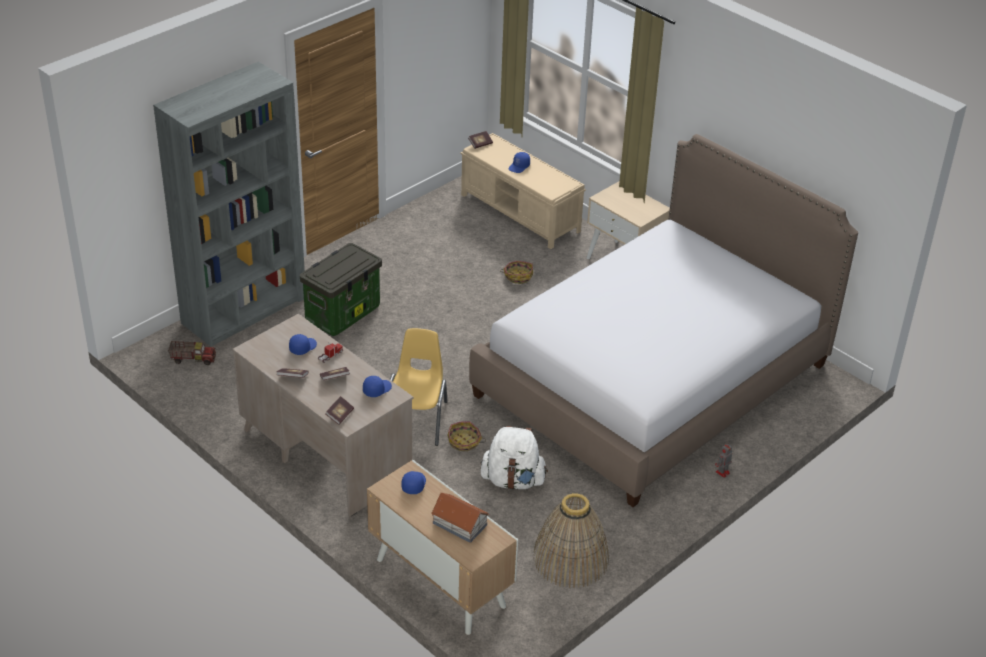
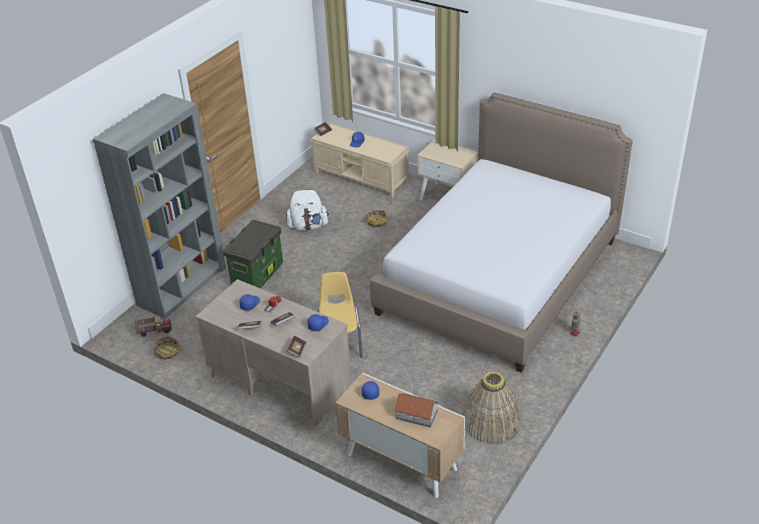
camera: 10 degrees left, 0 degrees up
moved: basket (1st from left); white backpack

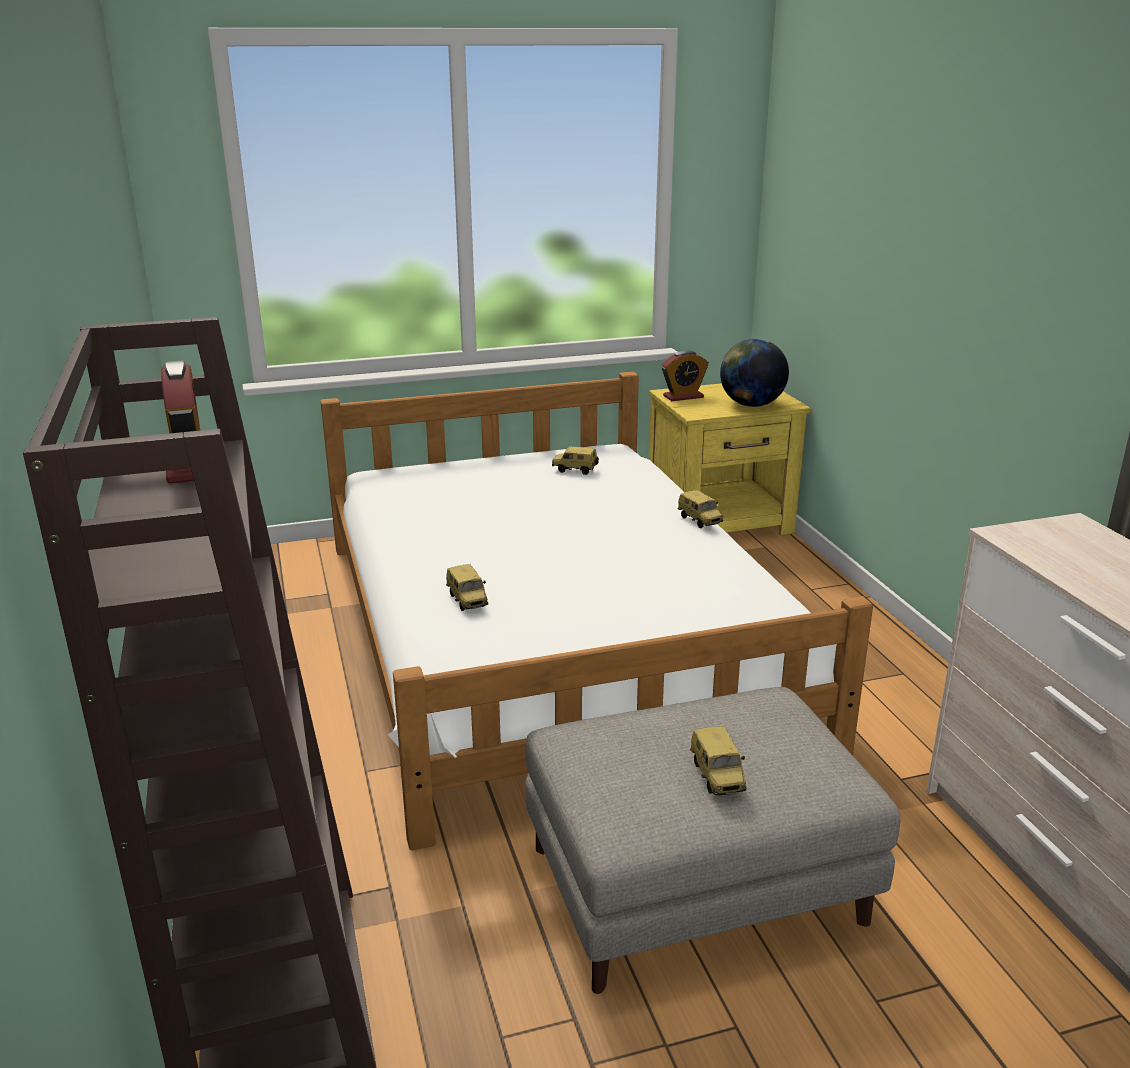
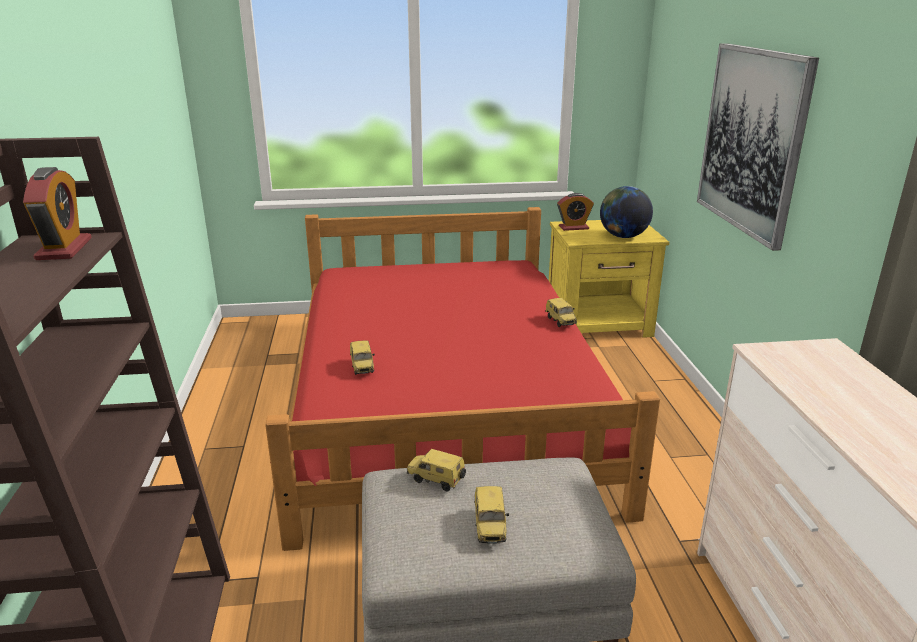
camera: 10 degrees right, 0 degrees up
added: picture
moved: toy car (2nd from left)
recoloured: white bed to red bed

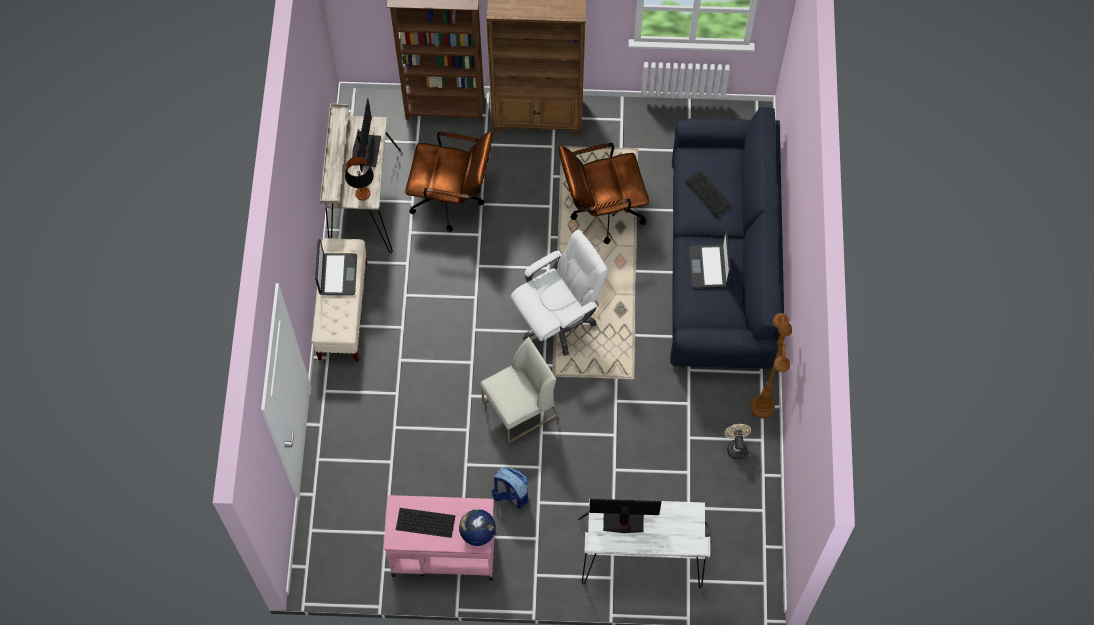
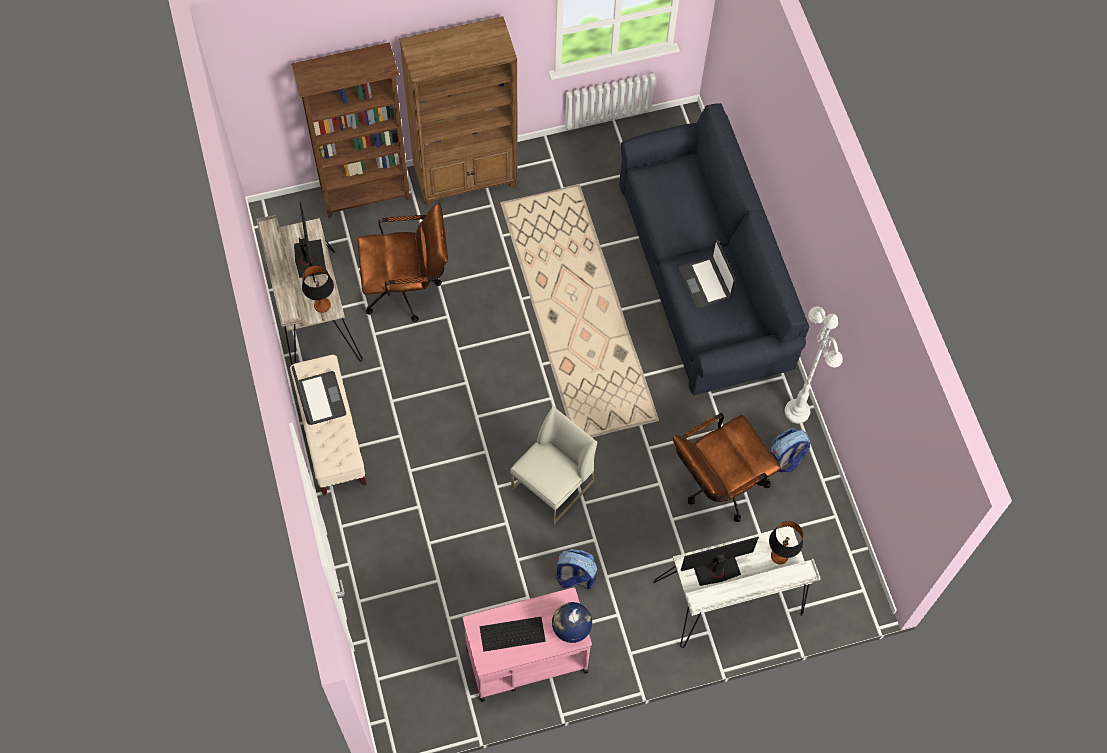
camera: 20 degrees left, 0 degrees up
removed: white office chair; keyboard (2nd from left)
added: table lamp (2nd from left)
moved: brown office chair (2nd from left)
replaced: beige fan to backpack (2nd from left)
recoloured: brown floor lamp to white floor lamp

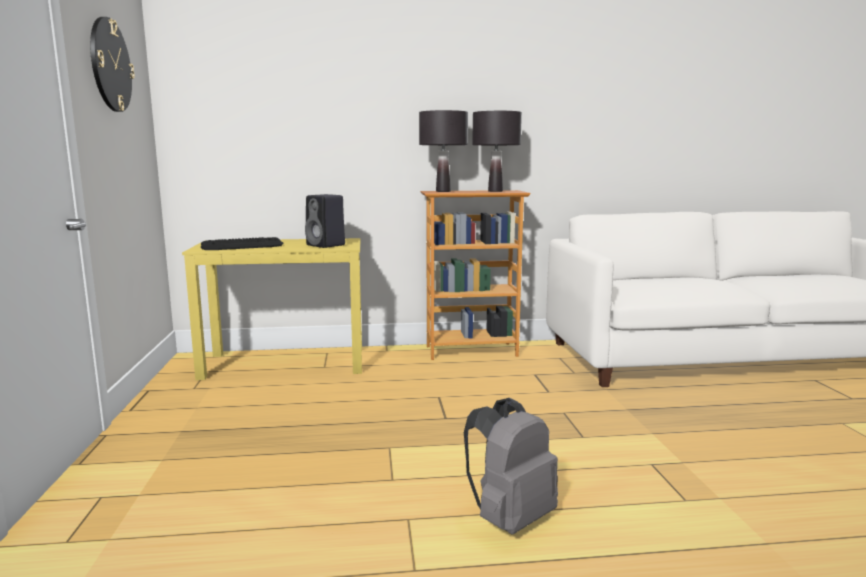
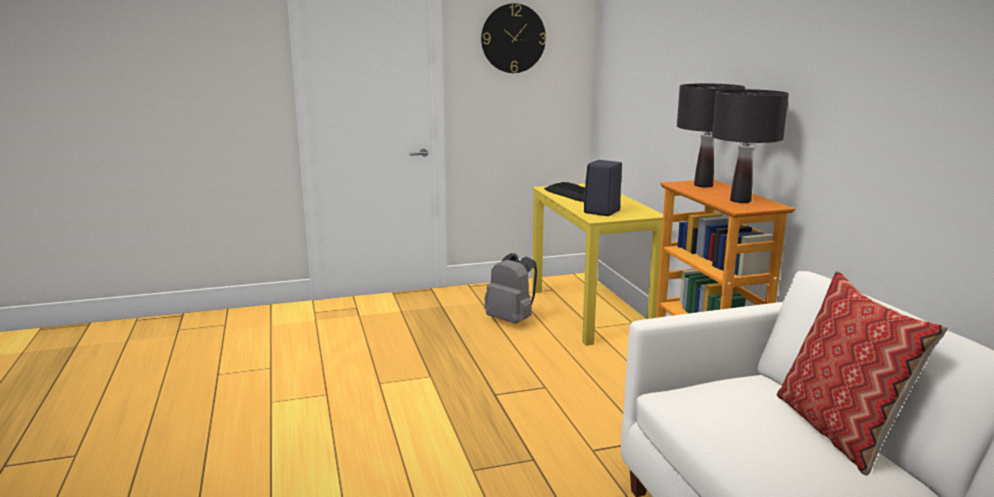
camera: 80 degrees right, 5 degrees up
added: pillow
moved: grey backpack

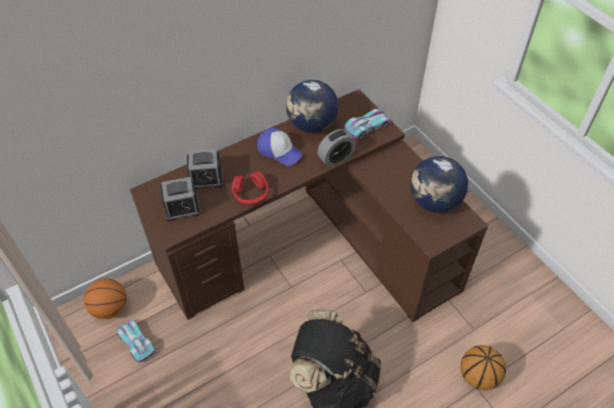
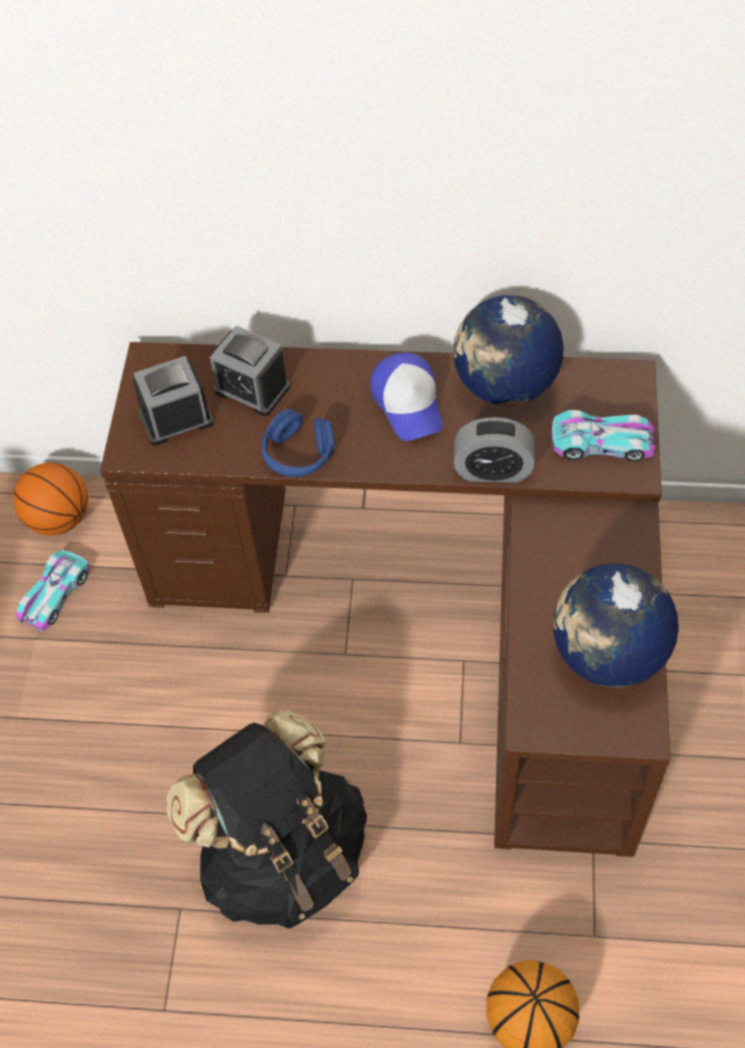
camera: 40 degrees right, 5 degrees up
recoloured: red headphones to blue headphones
turned: toy car (1st from left) 150 degrees counterclockwise; alarm clock (1st from left) 135 degrees clockwise

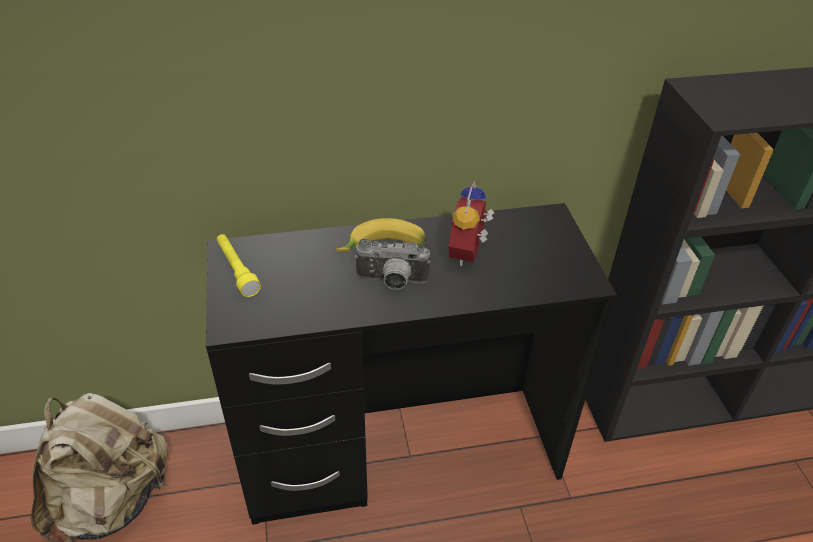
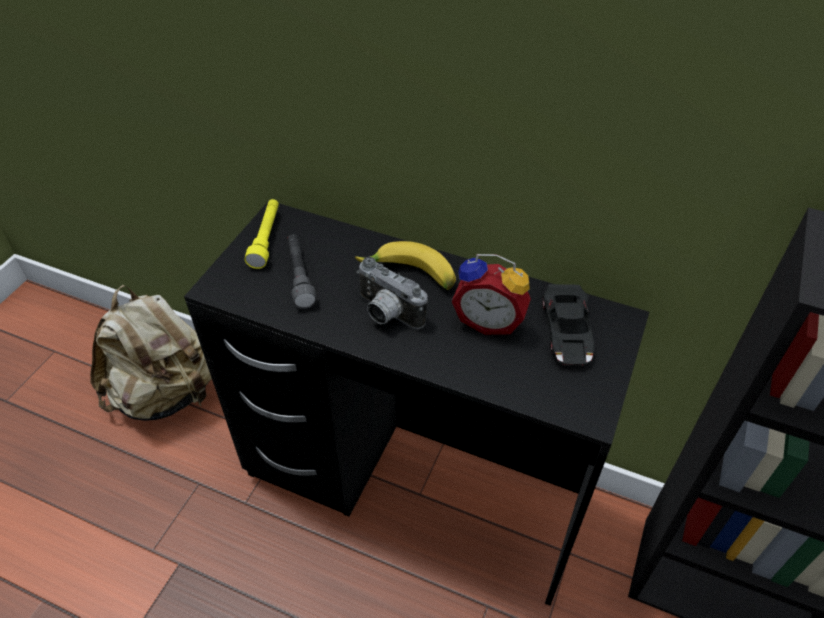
camera: 35 degrees right, 5 degrees up
added: grey flashlight; black toy car
turned: alarm clock 120 degrees counterclockwise

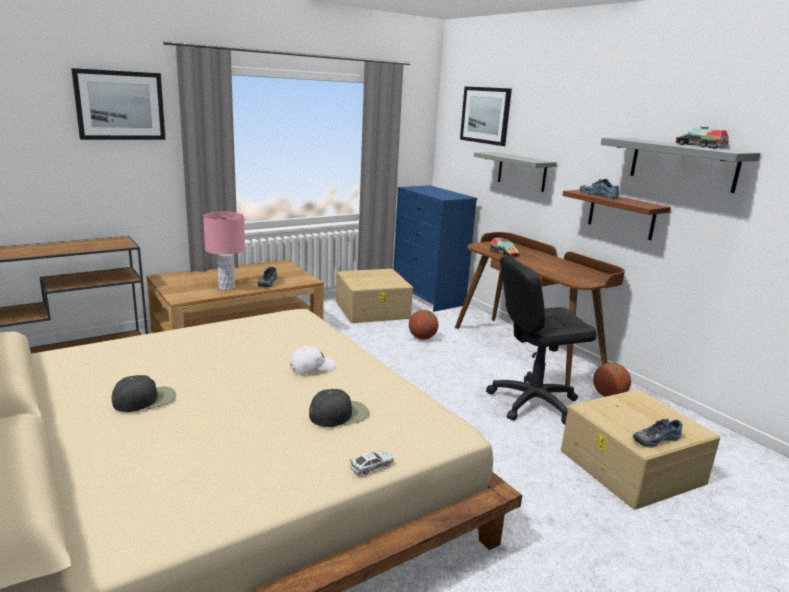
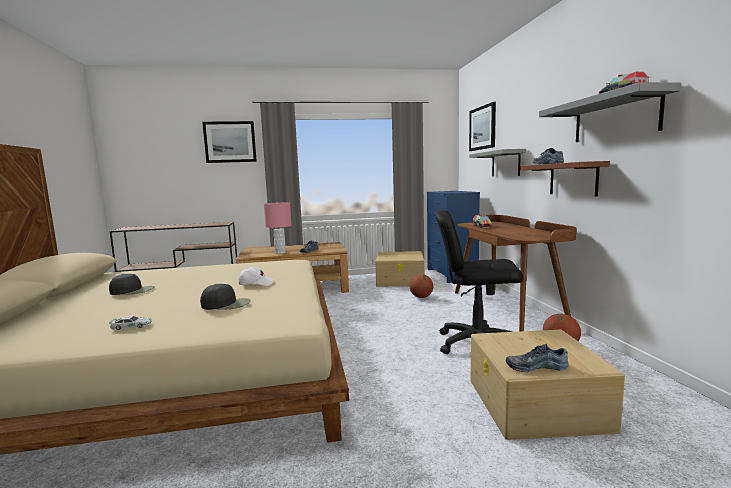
camera: 25 degrees right, 10 degrees down
moved: toy car

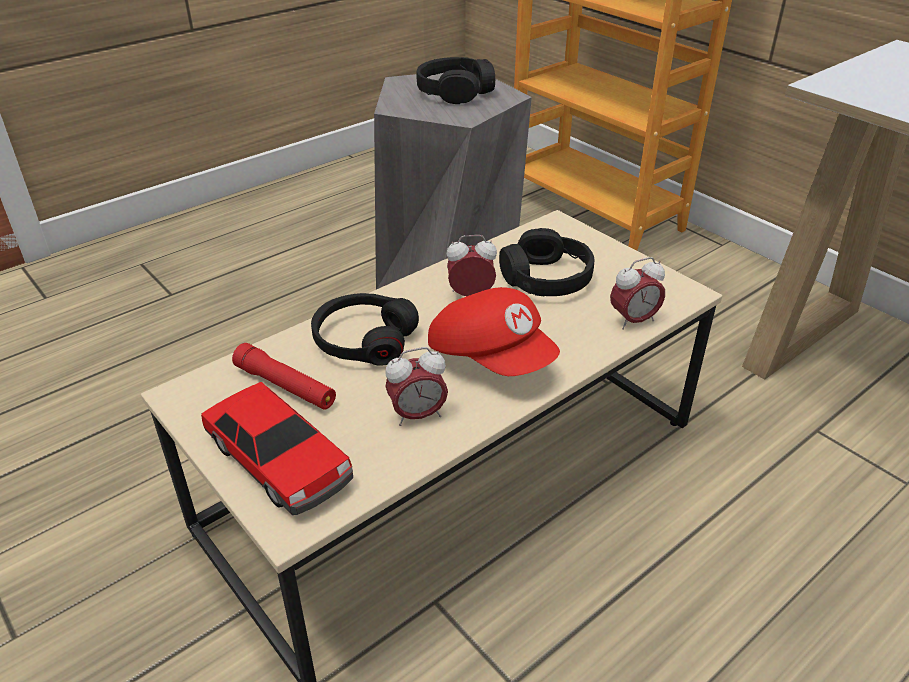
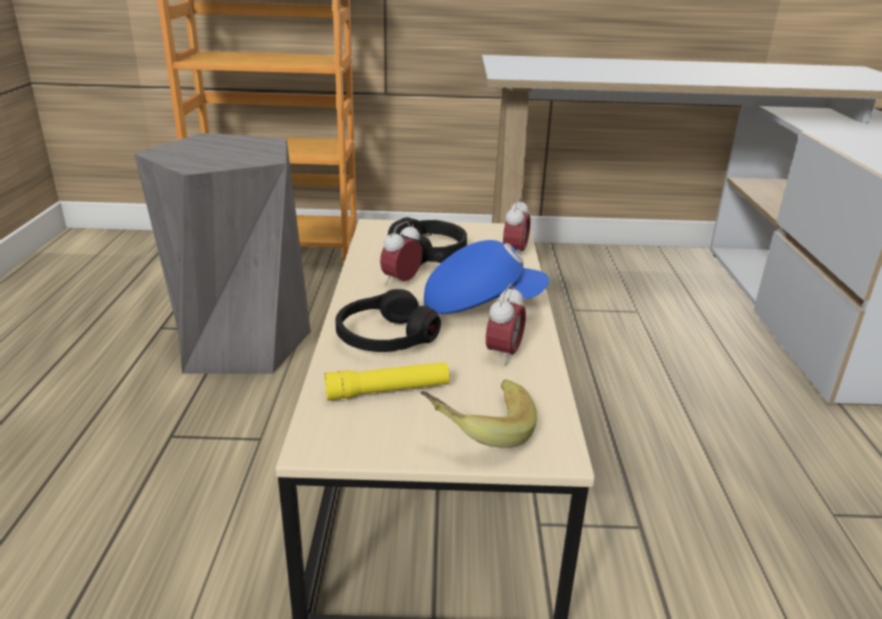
camera: 50 degrees left, 10 degrees down
removed: black headphones (2nd from left)
replaced: toy car to banana
recoloured: red flashlight to yellow flashlight; red cap to blue cap

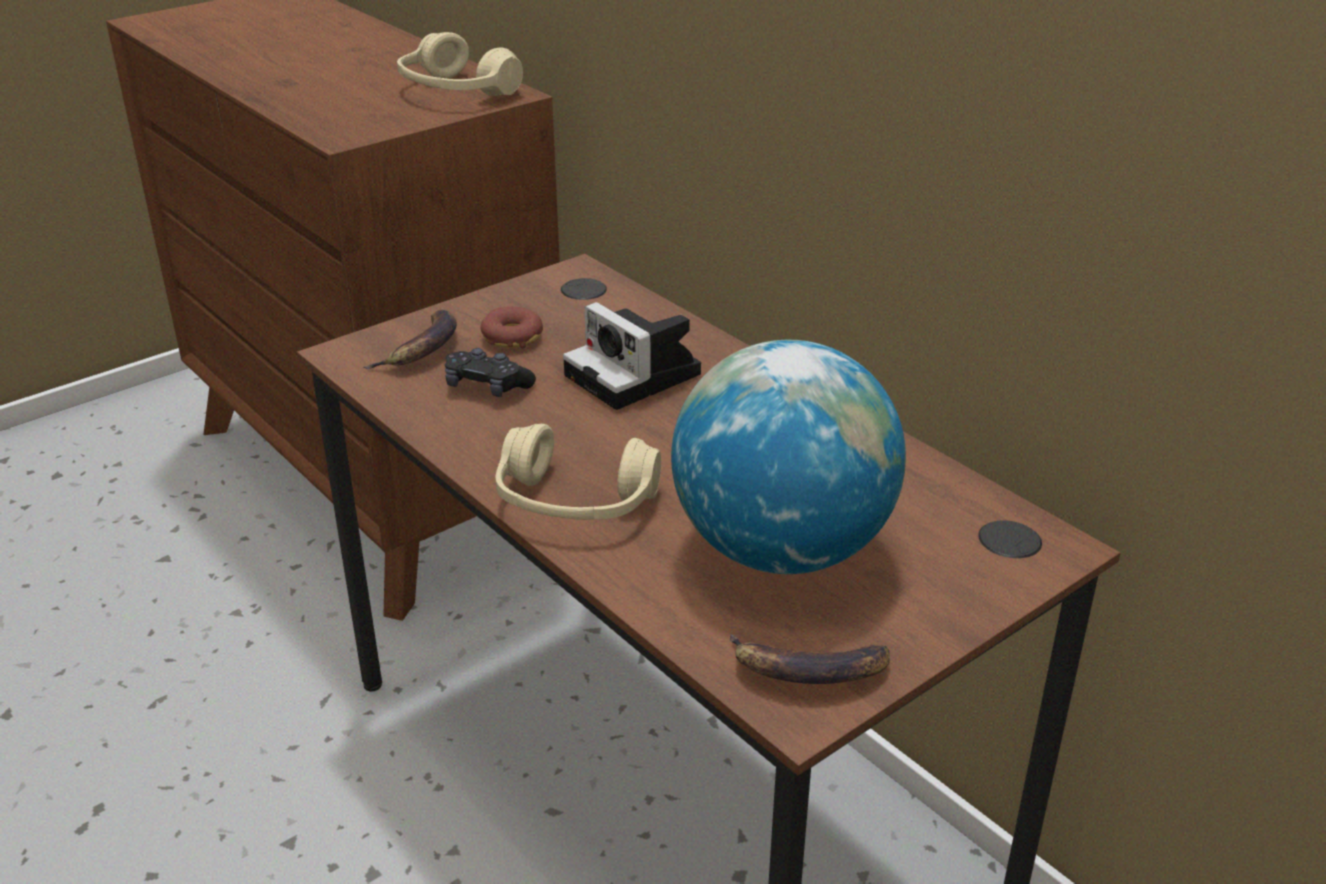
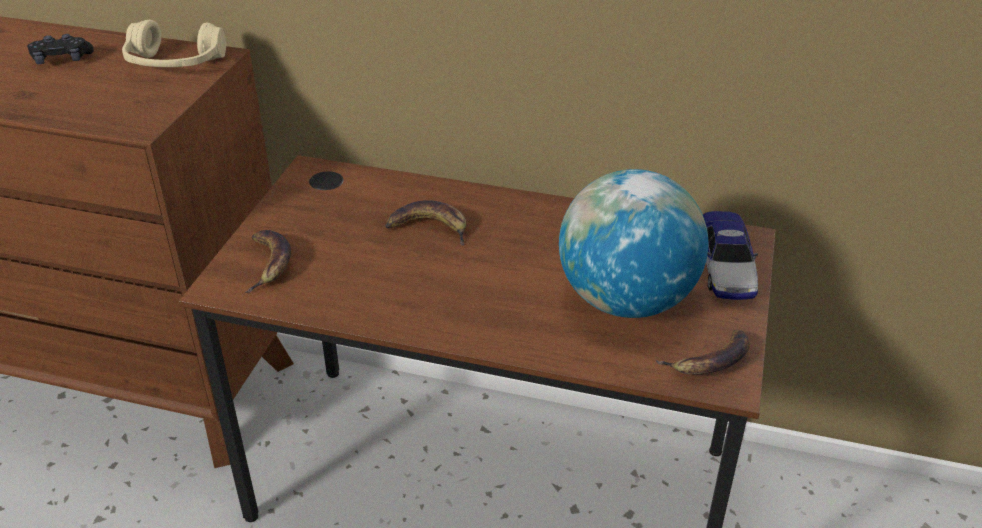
camera: 35 degrees left, 5 degrees up
removed: donut; beige headphones (2nd from left)
added: toy car
moved: black game controller
replaced: photo camera to banana (2nd from left)

